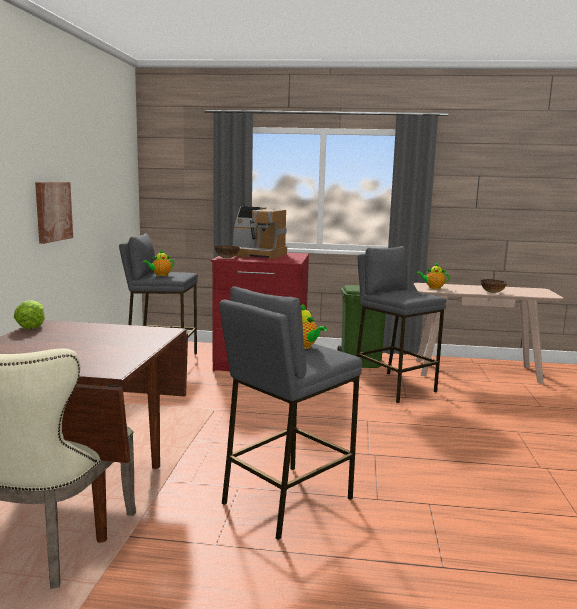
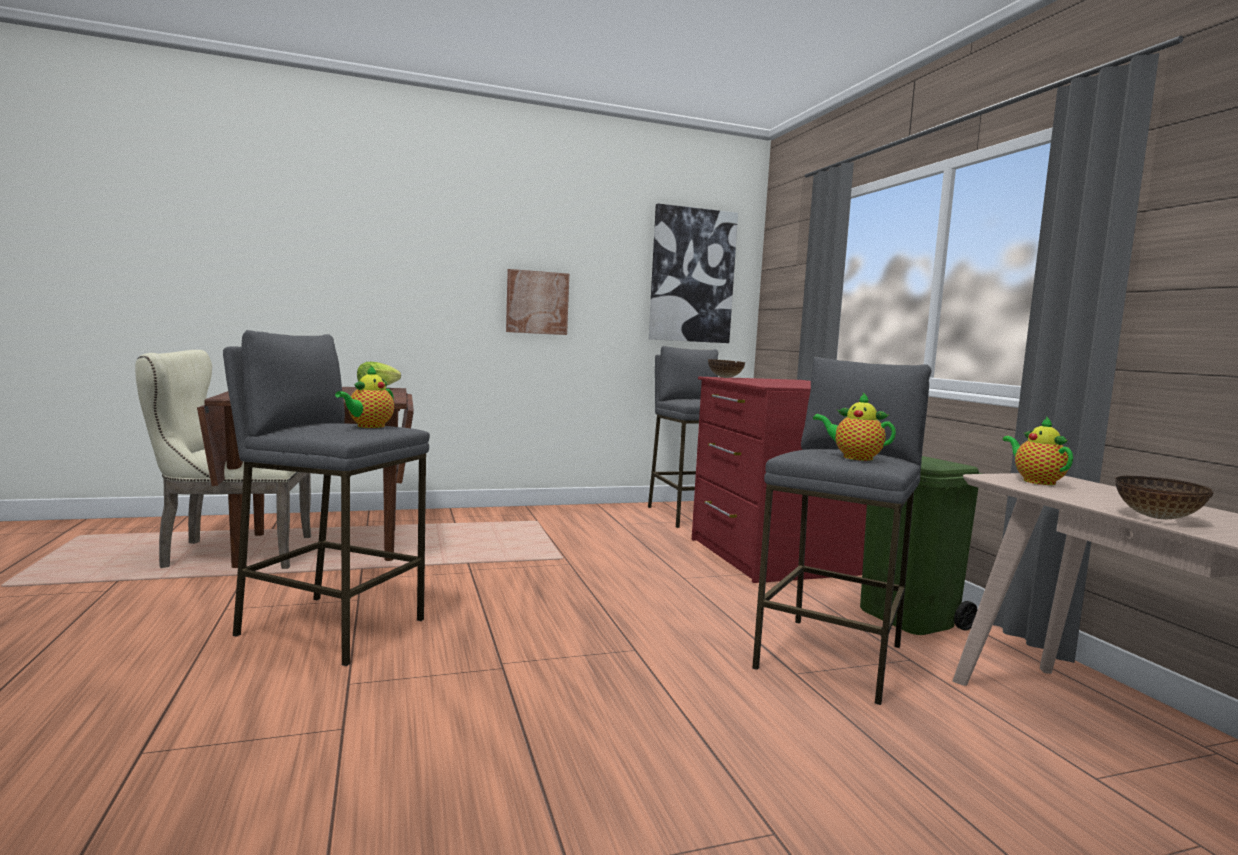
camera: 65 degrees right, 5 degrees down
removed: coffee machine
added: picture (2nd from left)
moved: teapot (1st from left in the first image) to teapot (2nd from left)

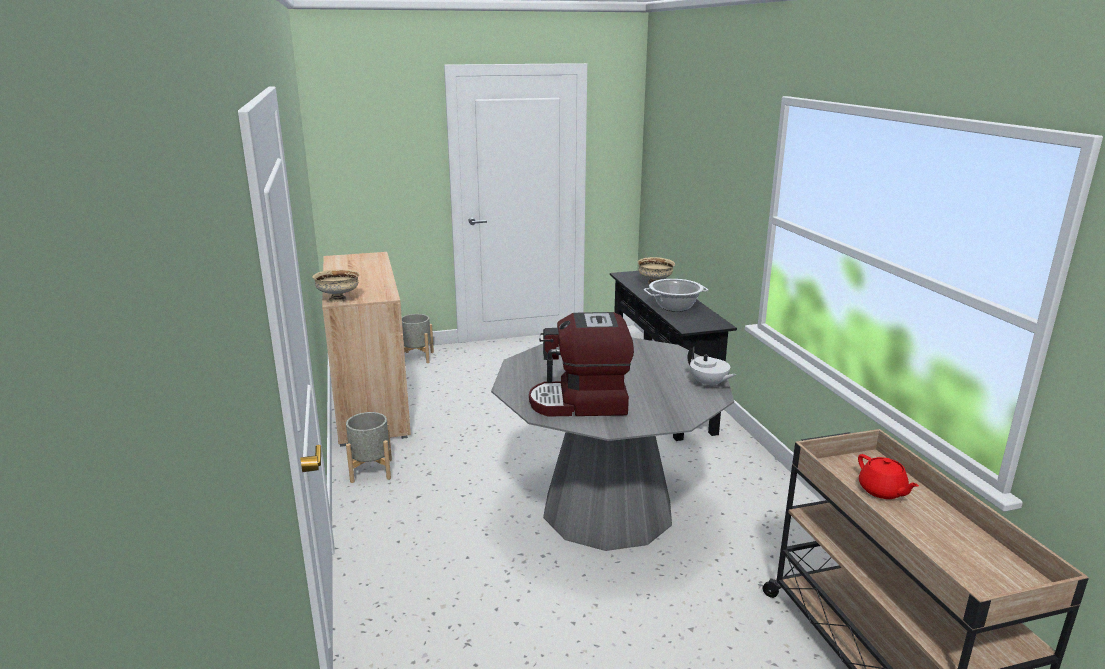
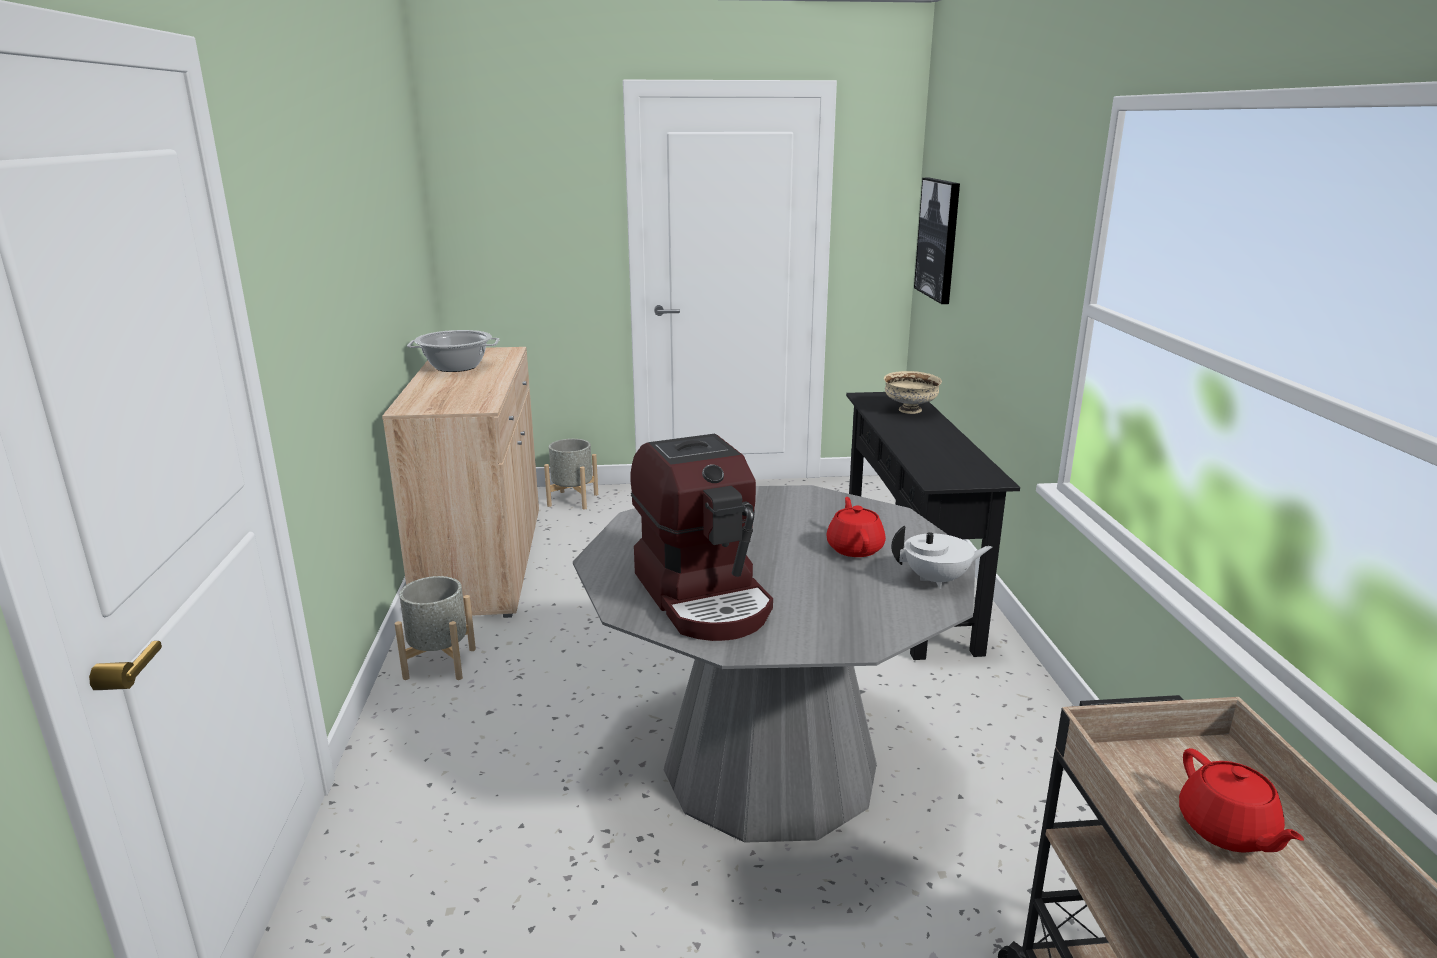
camera: 10 degrees right, 0 degrees up
removed: beige bowl (1st from left)
added: red teapot (1st from left); picture
moved: cooking pot
turned: coffee machine 120 degrees counterclockwise; white teapot 60 degrees counterclockwise

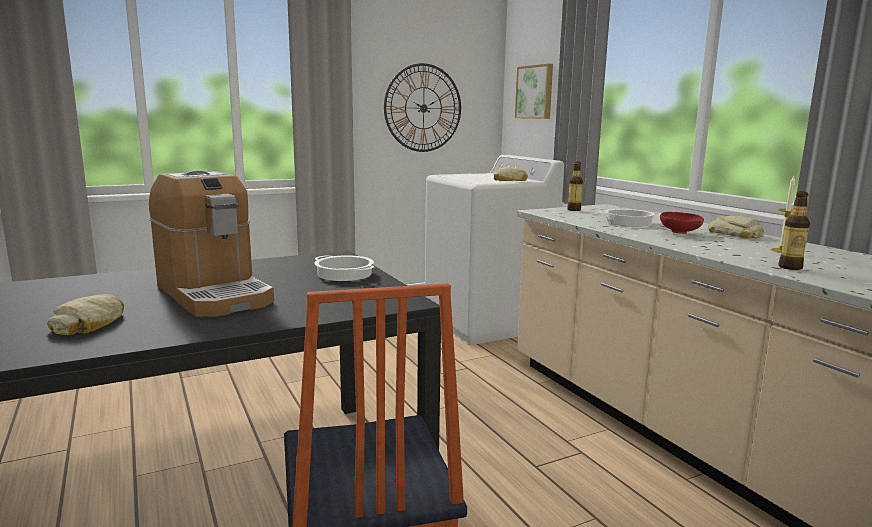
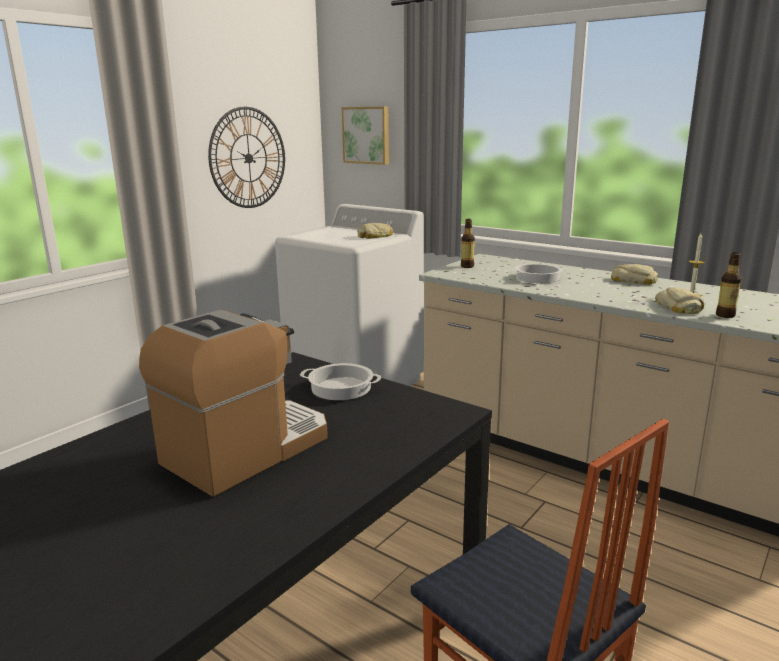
camera: 25 degrees left, 5 degrees up
removed: red bowl
moved: bread (1st from left in the first image) to bread (3rd from left)
turned: coffee machine 75 degrees counterclockwise

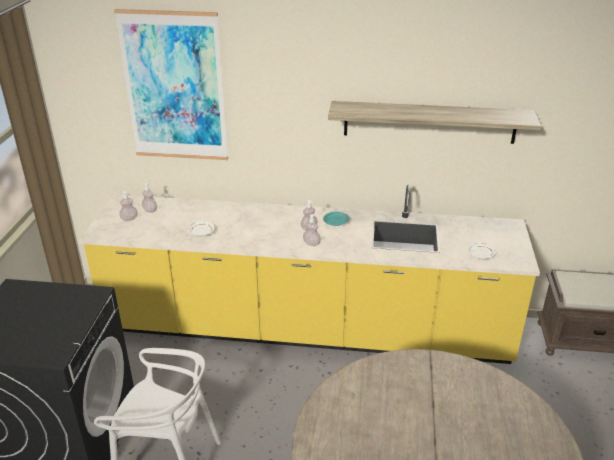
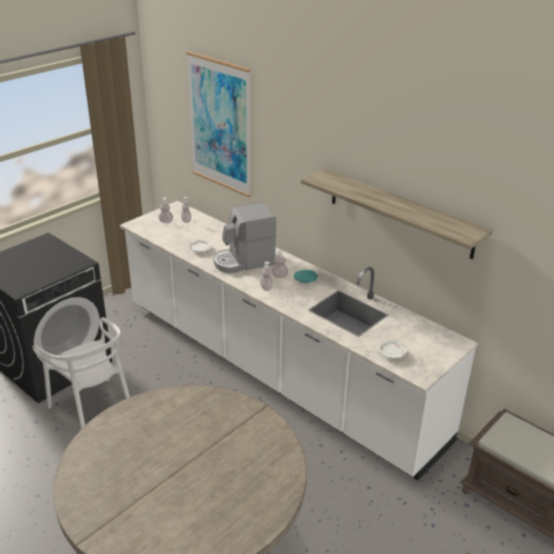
camera: 35 degrees right, 0 degrees up
added: coffee machine
recoloured: yellow counter to white counter

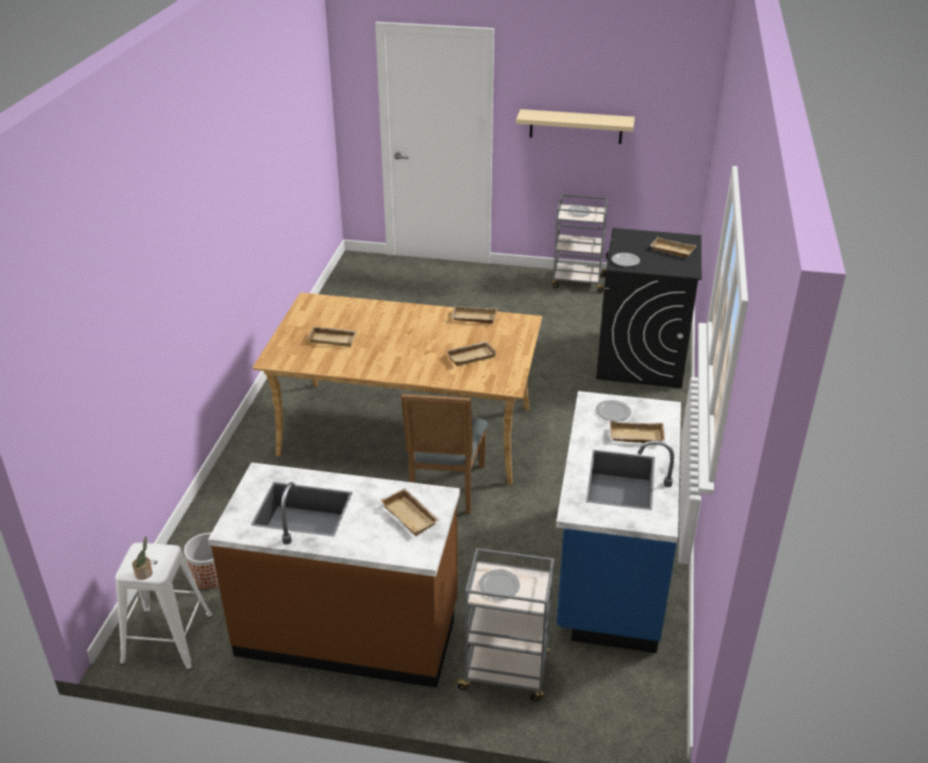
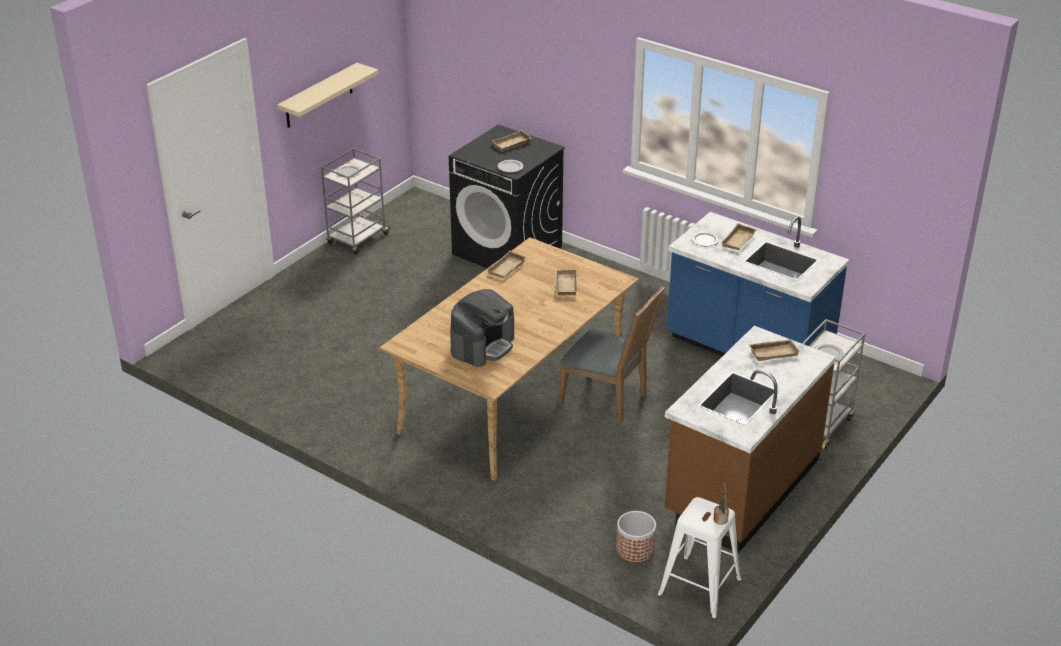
camera: 65 degrees left, 0 degrees up
replaced: beige tray (1st from left) to coffee machine

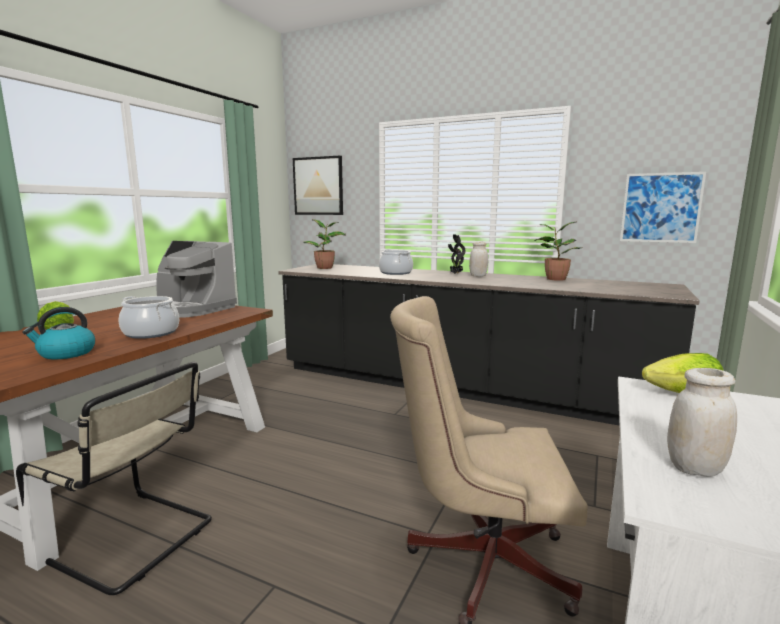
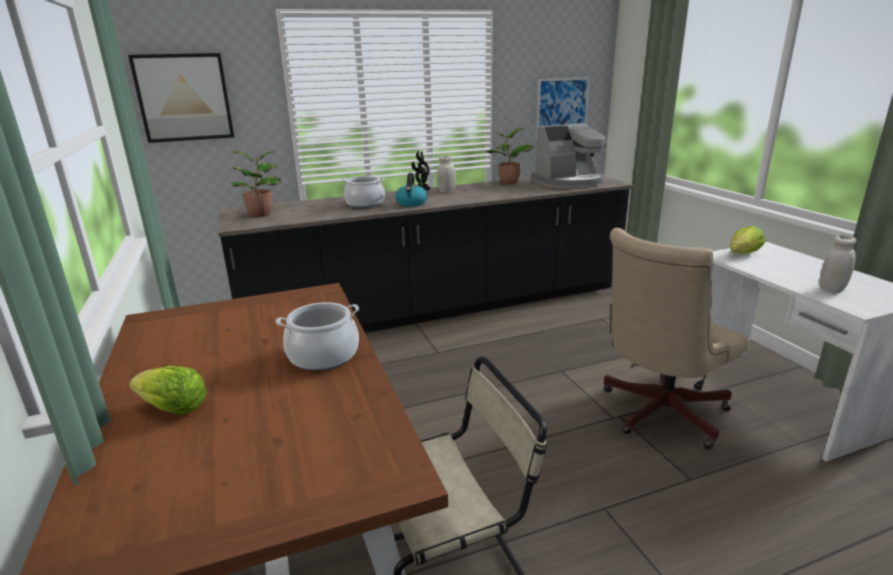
camera: 45 degrees left, 10 degrees up
moved: kettle; coffee machine

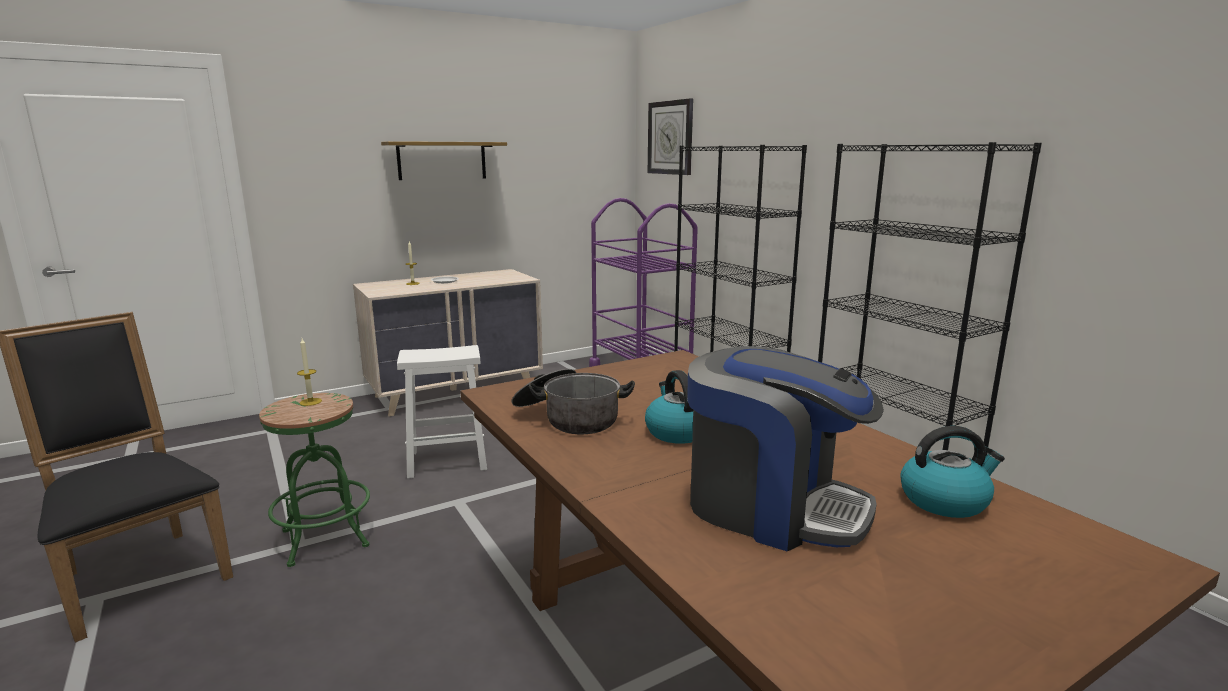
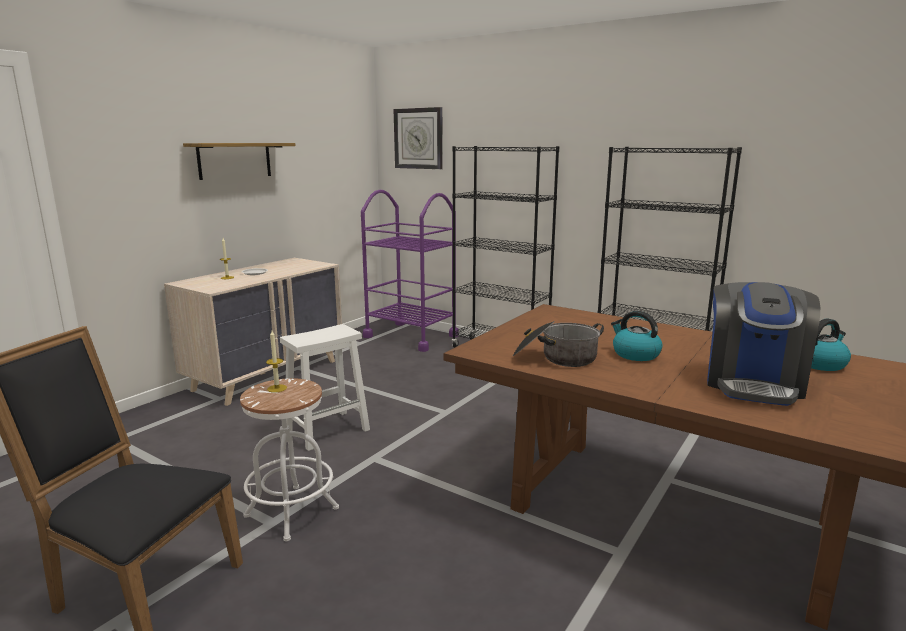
camera: 25 degrees left, 0 degrees up
recoloured: green stool to white stool (1st from left)
turned: coffee machine 105 degrees clockwise

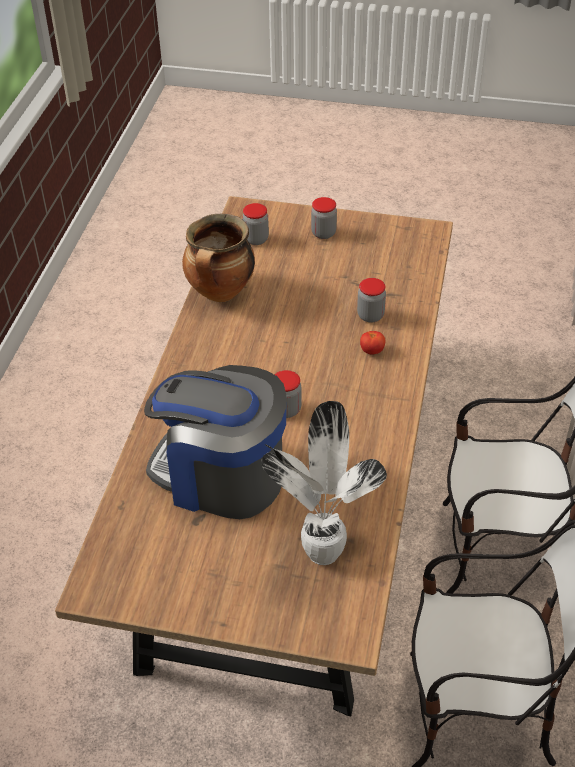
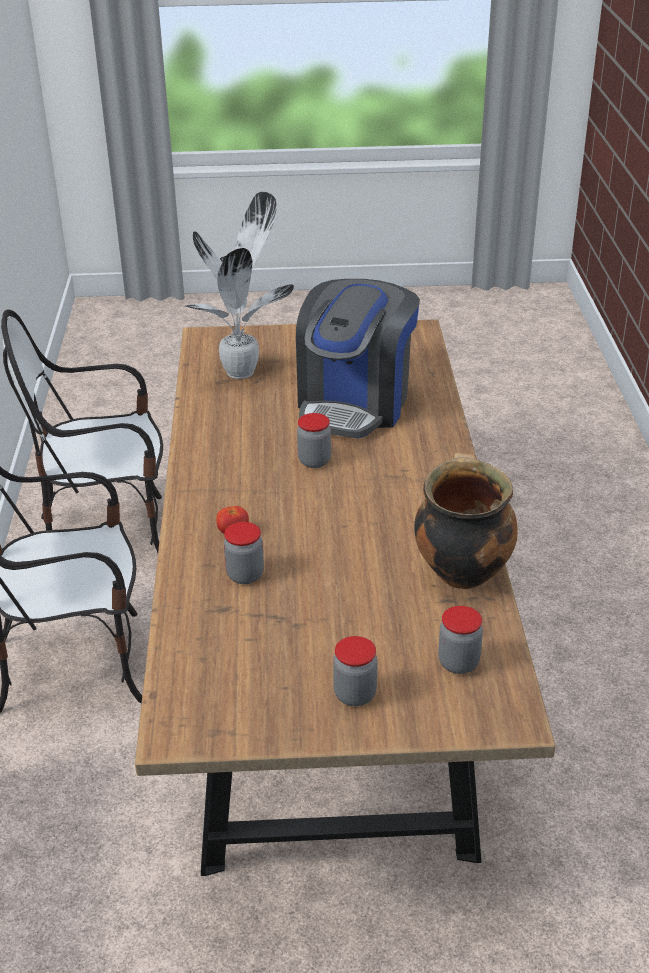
camera: 165 degrees right, 10 degrees down
turned: coffee machine 105 degrees clockwise

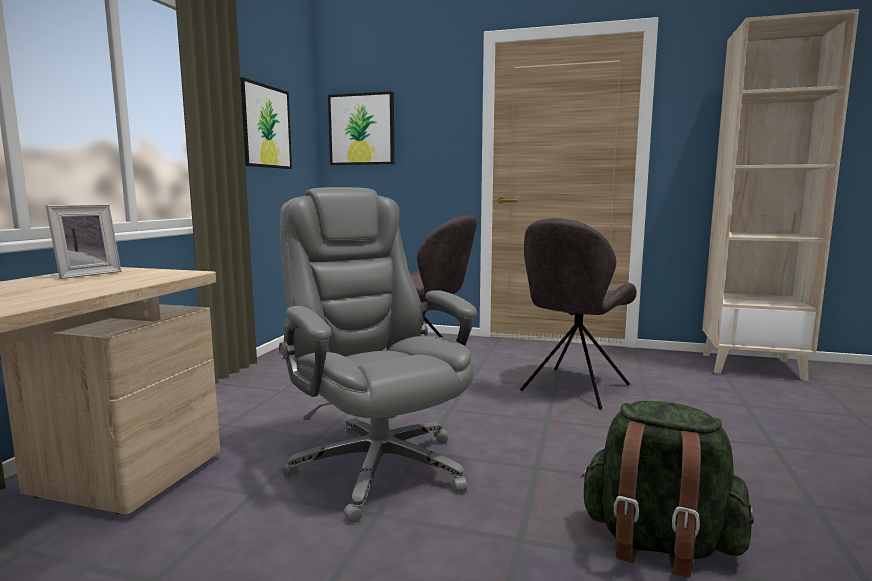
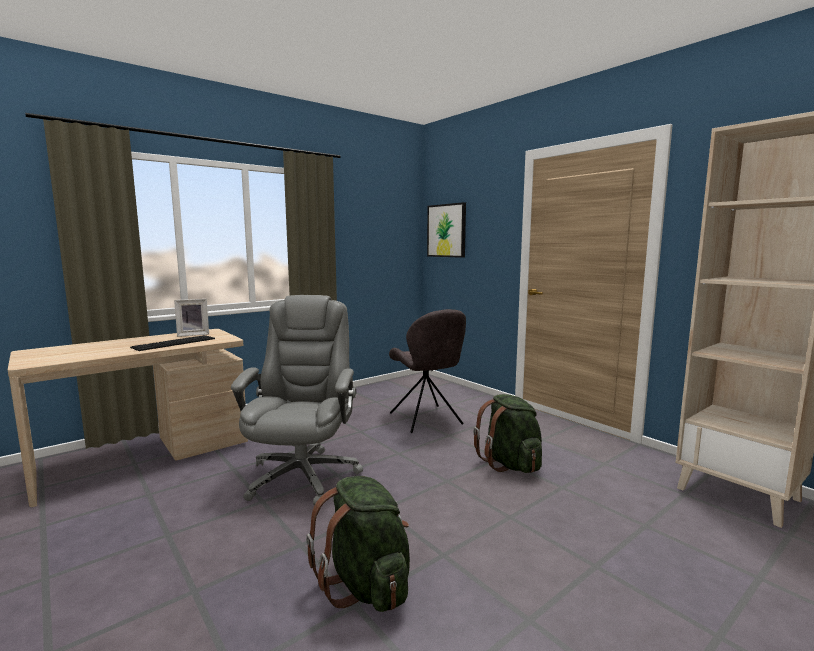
camera: 35 degrees right, 0 degrees up
removed: picture (1st from left)
added: keyboard
replaced: grey chair (2nd from left) to green backpack (2nd from left)

